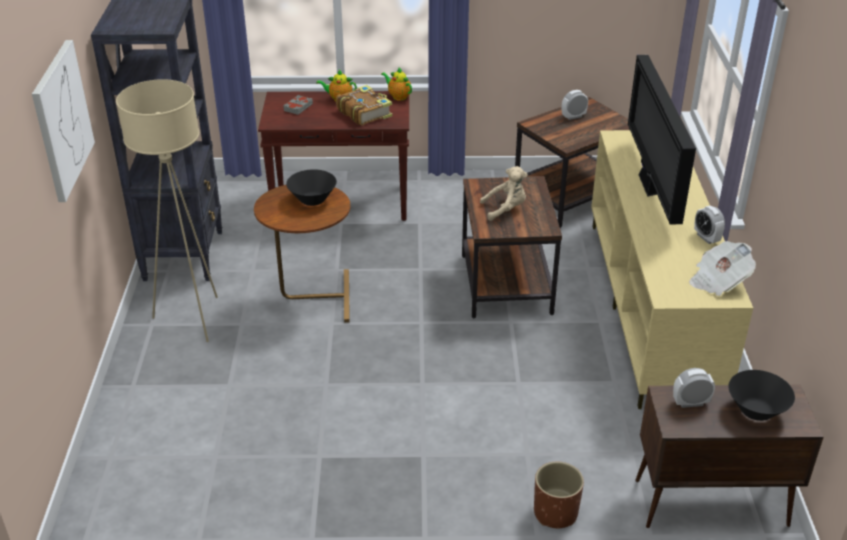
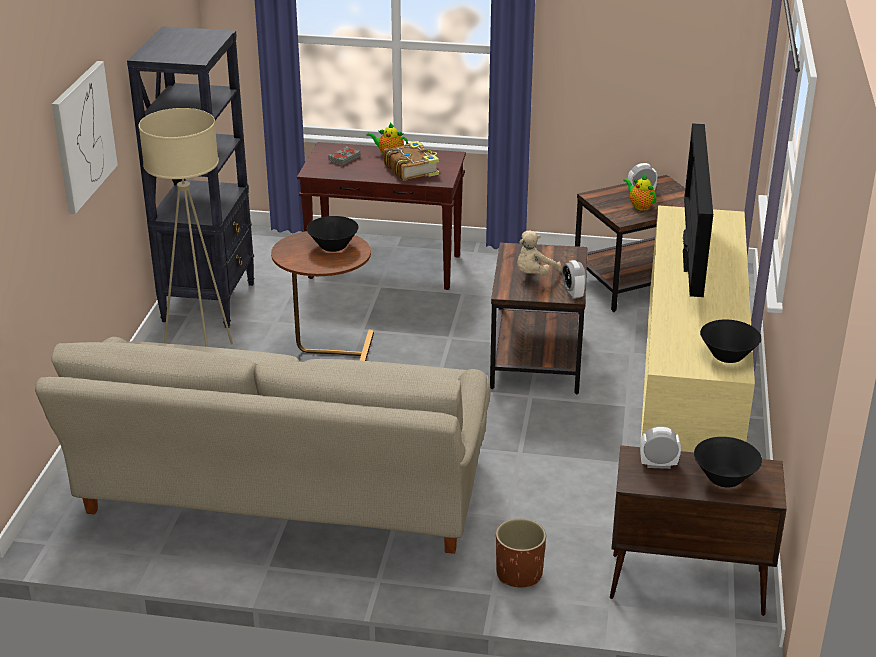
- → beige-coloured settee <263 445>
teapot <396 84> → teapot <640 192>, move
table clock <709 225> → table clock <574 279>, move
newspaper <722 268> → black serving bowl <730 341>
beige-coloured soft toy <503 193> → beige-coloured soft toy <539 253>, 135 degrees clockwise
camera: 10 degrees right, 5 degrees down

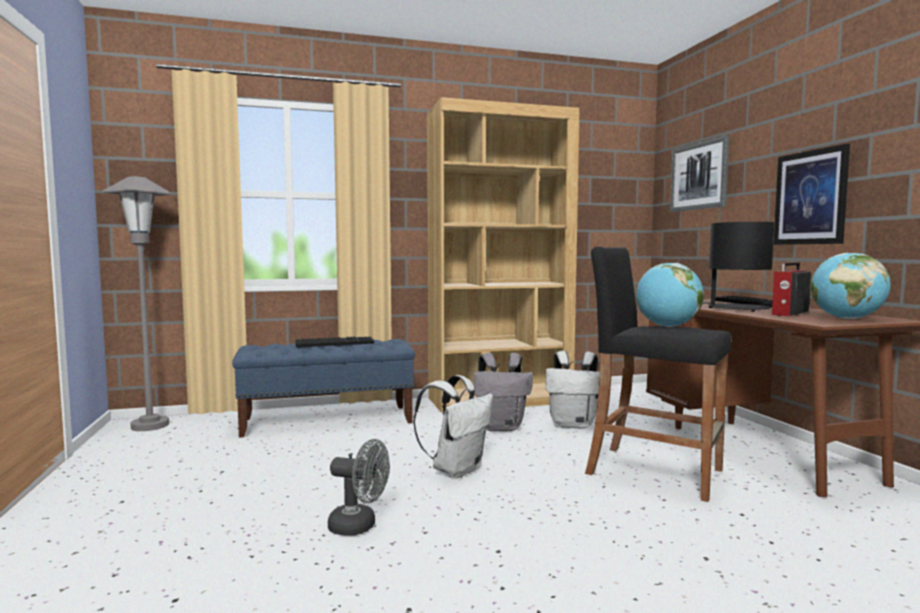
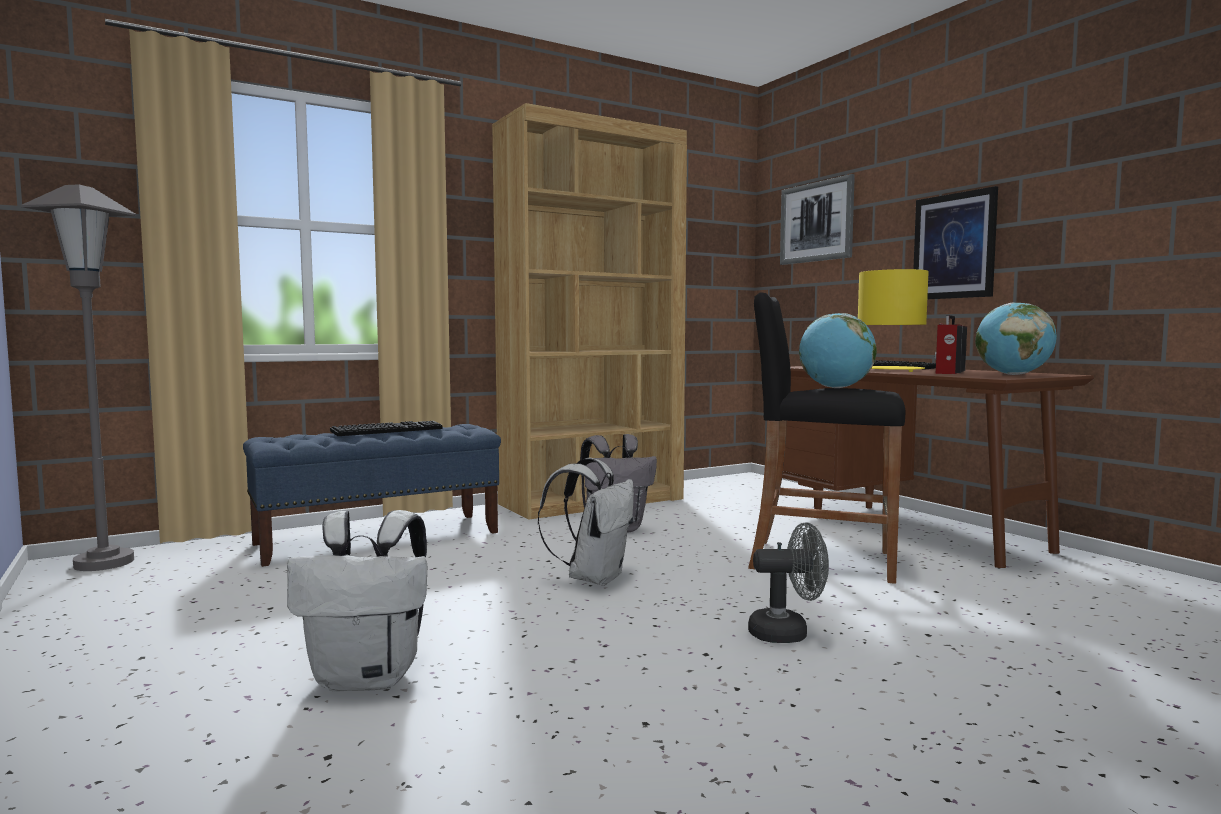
greyish fan <359 487> → greyish fan <788 582>, move
whitish knapsack <572 390> → whitish knapsack <357 601>, move
black lamp for a table <738 267> → yellow-coloured lamp for a table <893 320>
camera: 15 degrees left, 0 degrees up

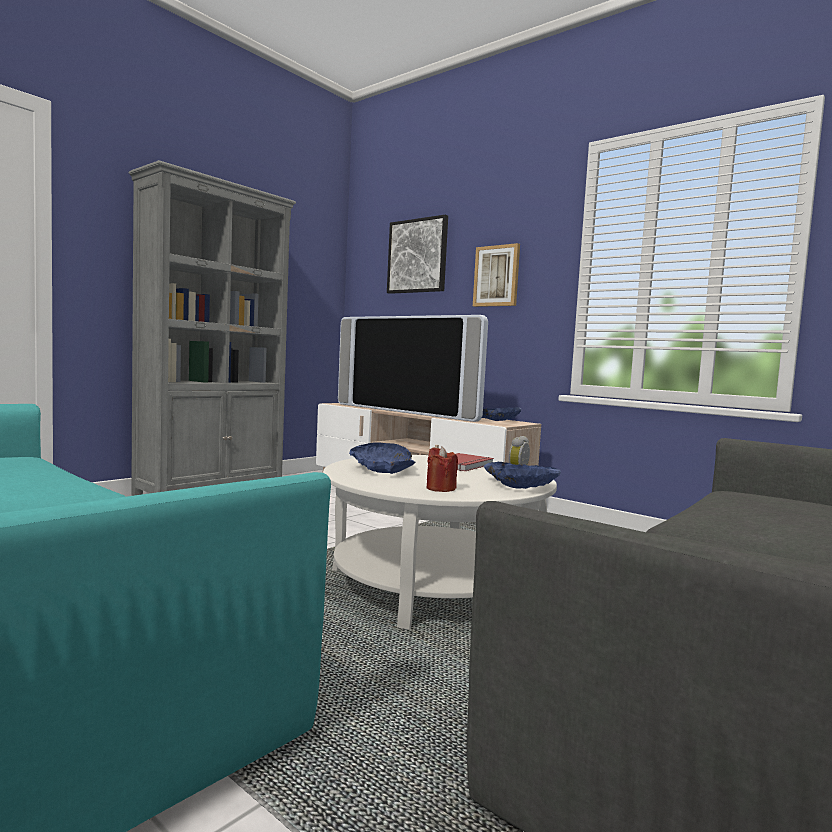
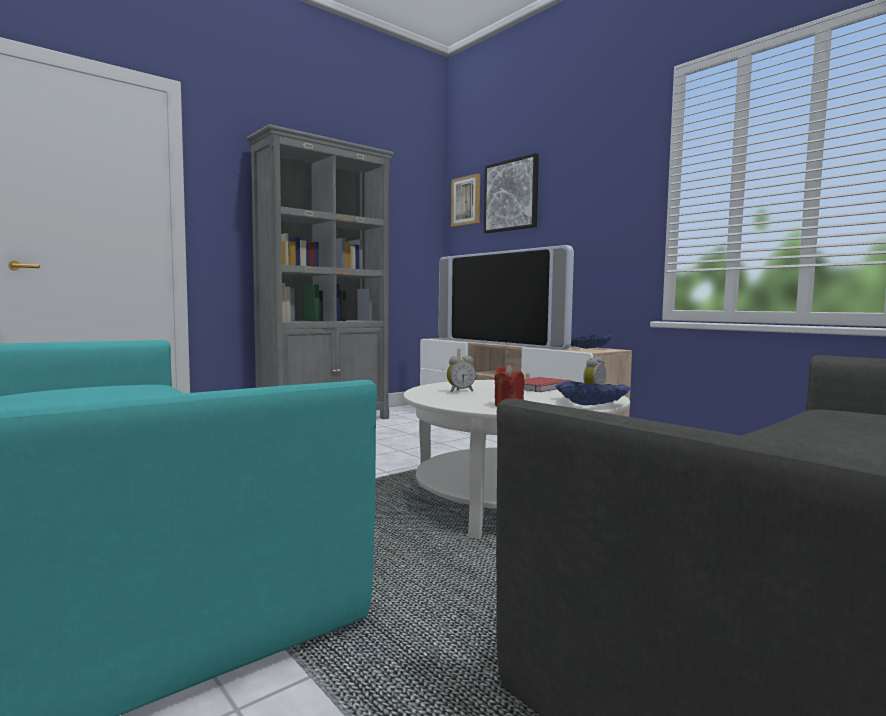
picture <496 275> → picture <465 200>, move
blue serving bowl <382 458> → table clock <461 374>
camera: 10 degrees right, 0 degrees up

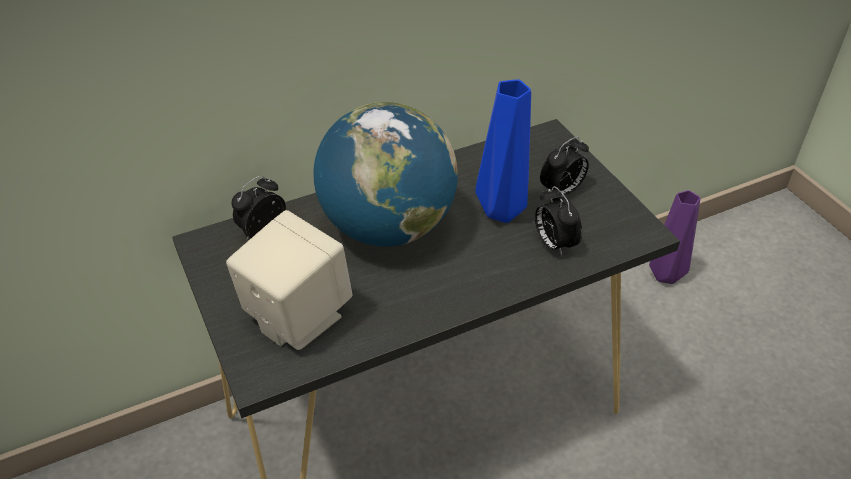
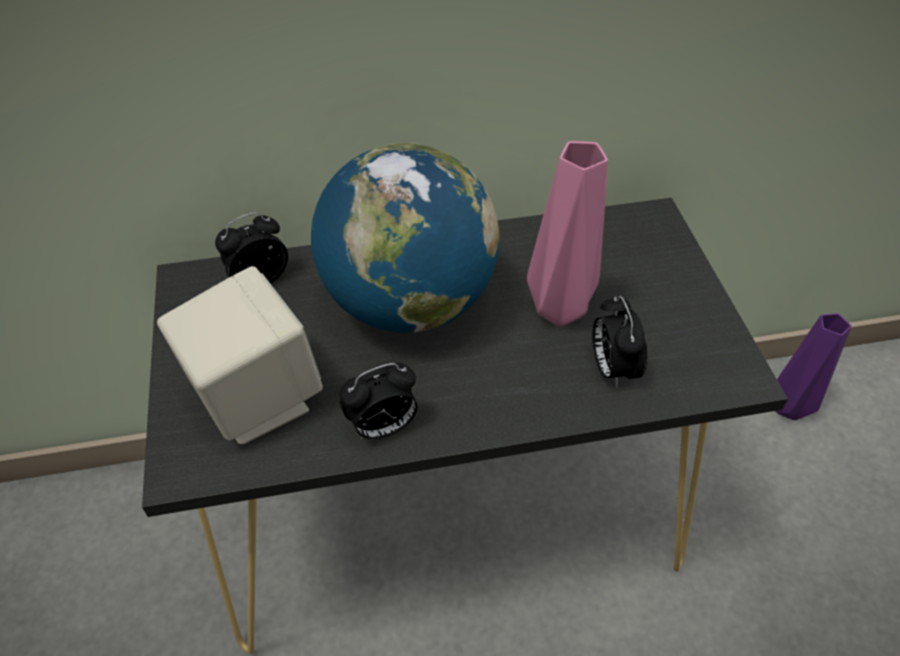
table clock <564 165> → table clock <378 400>, move
blue vase <503 151> → pink-coloured vase <567 233>
camera: 15 degrees right, 5 degrees up

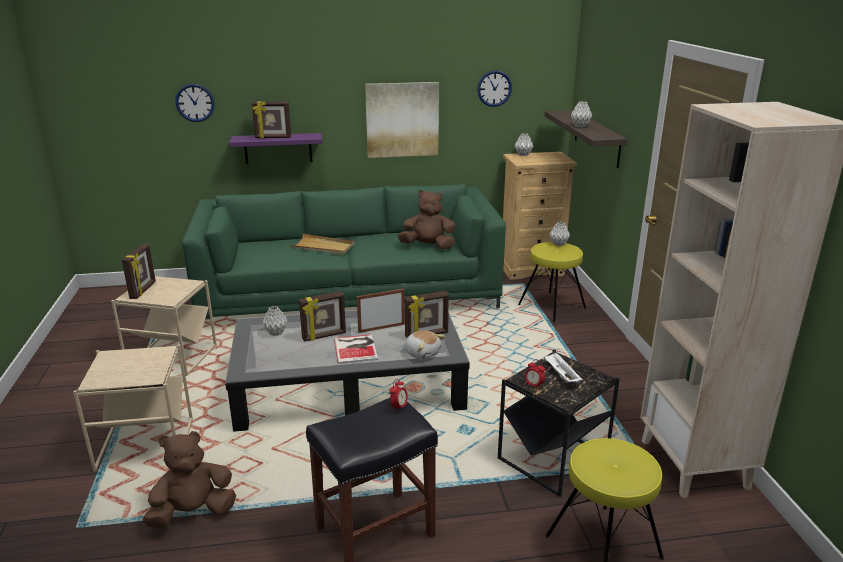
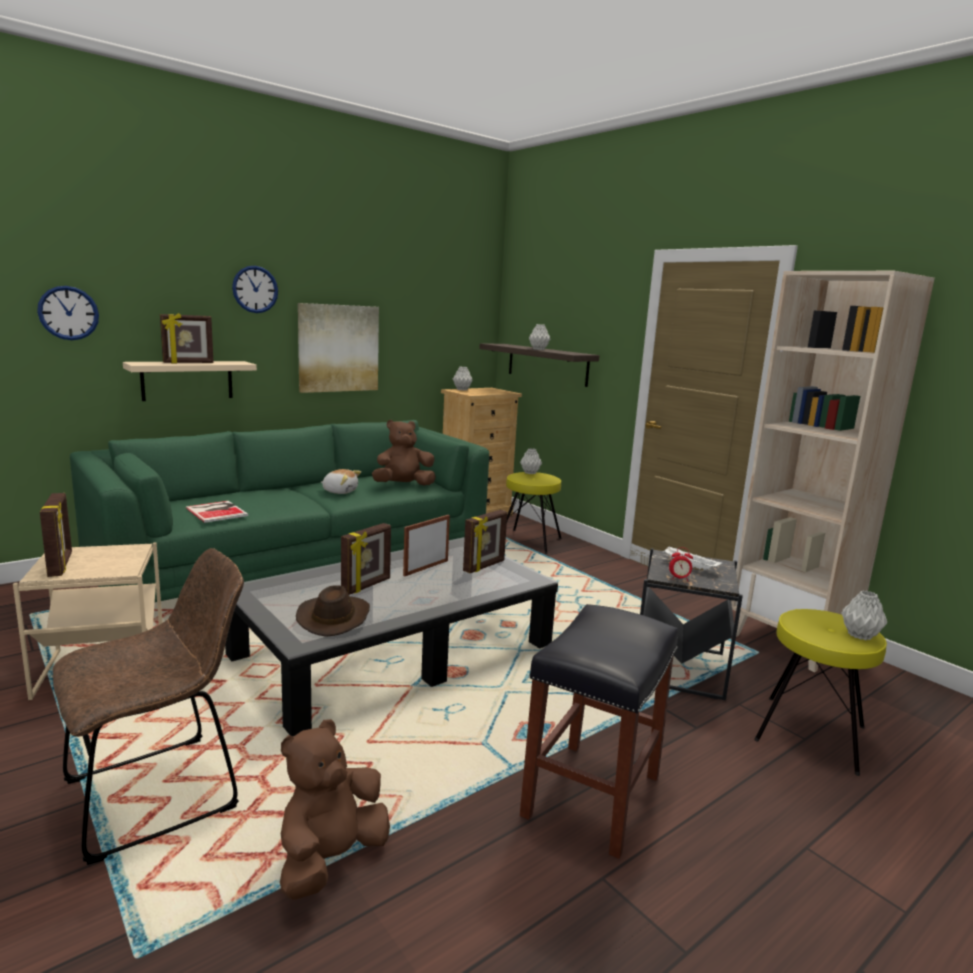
beige-coloured tray <322 244> → -
table clock <399 393> → -
- → brown clothing hat <333 611>
greyish vase <275 321> → greyish vase <864 615>, move
volume <356 349> → volume <217 512>, move
soft toy <424 345> → soft toy <341 481>, move
wall clock <494 88> → wall clock <255 289>, move
beige-coloured accent table <133 408> → brown chair <148 706>
purple-coloured shelf <275 148> → beige-coloured shelf <190 381>
camera: 30 degrees left, 10 degrees down

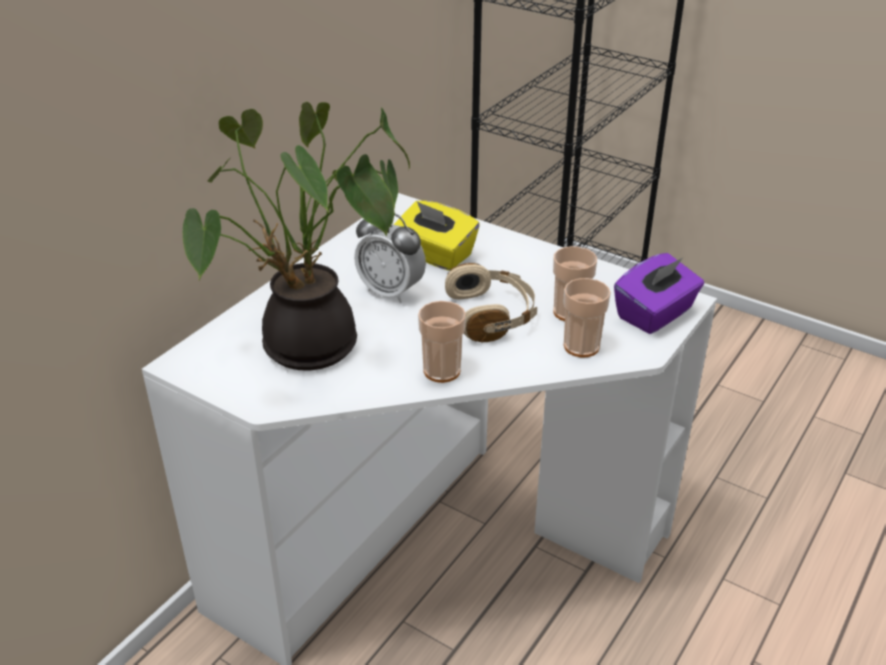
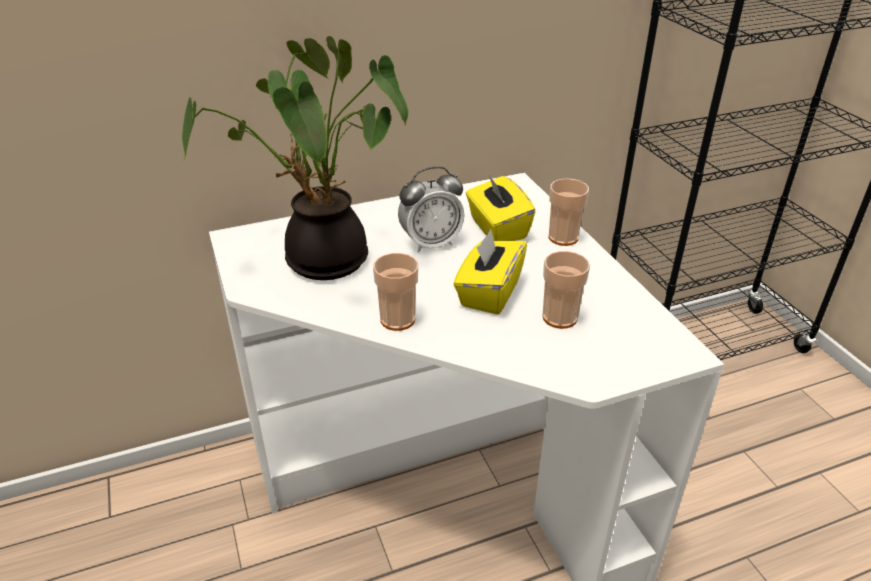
purple-coloured tissue holder <659 293> → -
drinking cup <587 317> → drinking cup <569 212>, move
beige-coloured headset <491 302> → yellow-coloured tissue holder <490 272>
table clock <390 258> → table clock <431 209>, 90 degrees counterclockwise
camera: 35 degrees right, 0 degrees up

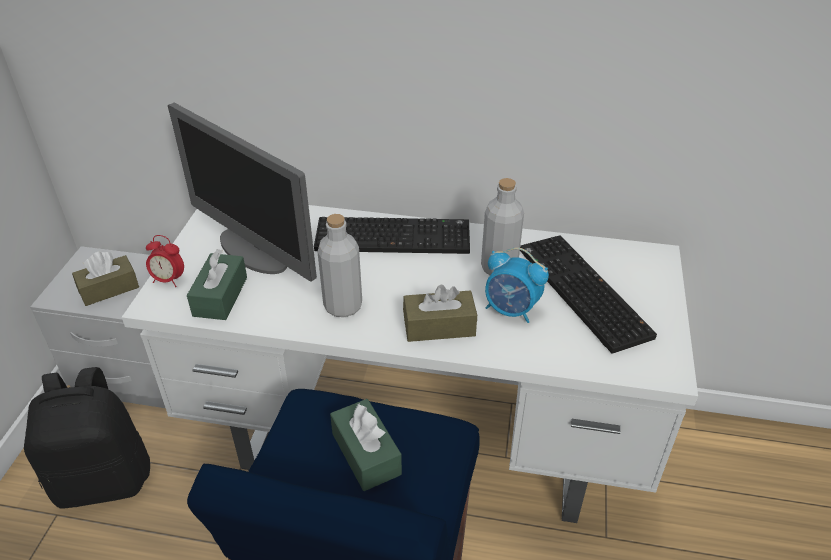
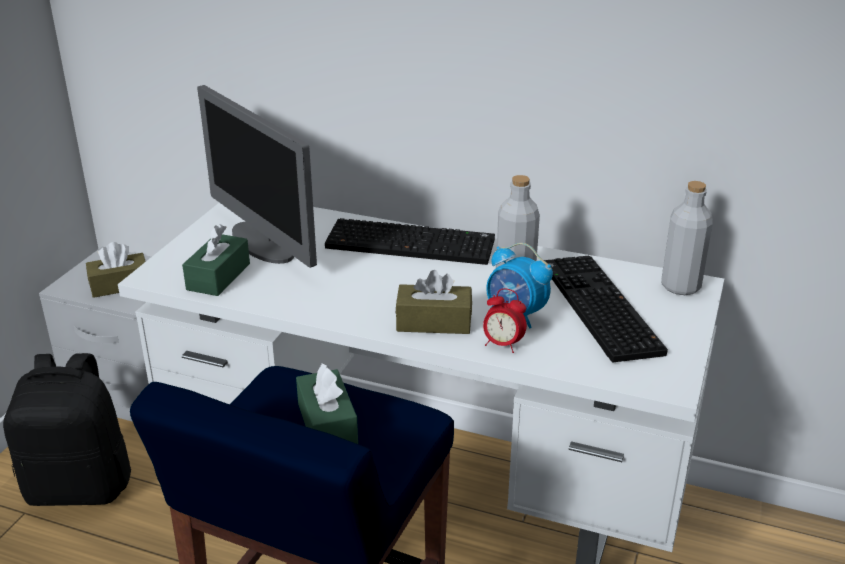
table clock <165 261> → table clock <505 320>, move
greyish bottle <339 265> → greyish bottle <687 238>, move
camera: 10 degrees right, 10 degrees down

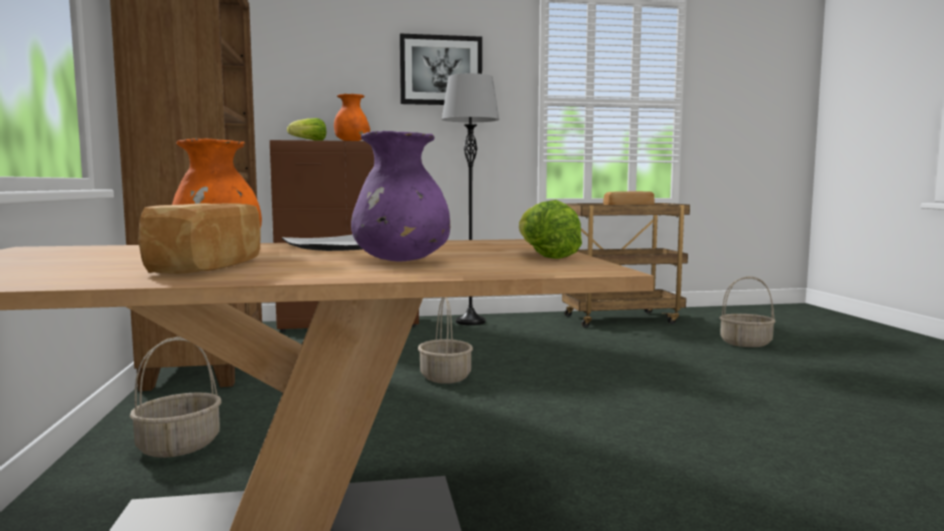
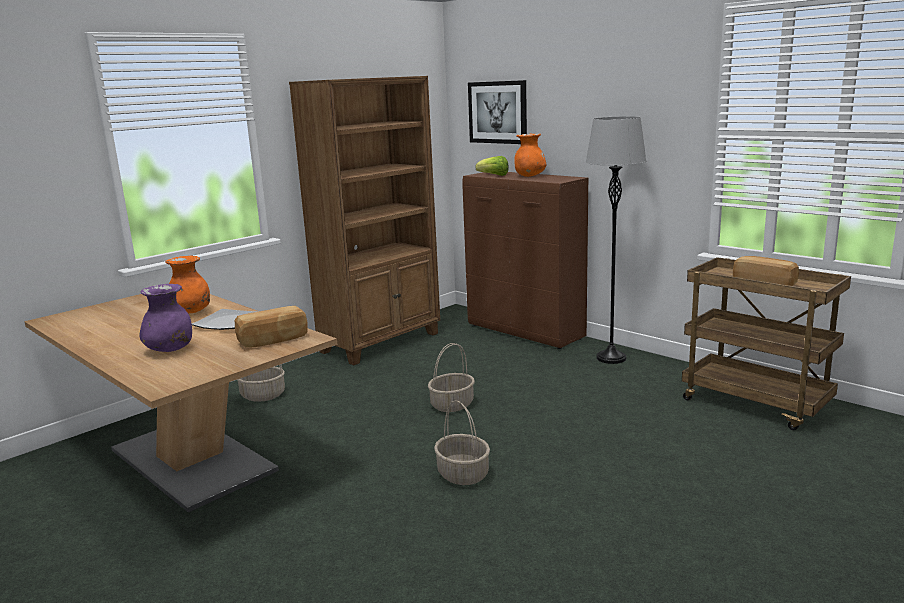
lettuce head <550 229> → -
bread <199 238> → bread <271 327>, move
picture <441 69> → picture <497 112>, move
basket <747 311> → basket <462 443>, move
camera: 55 degrees right, 10 degrees up

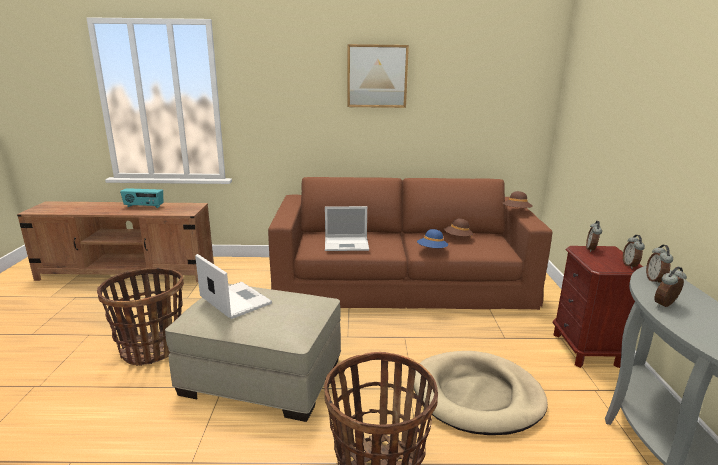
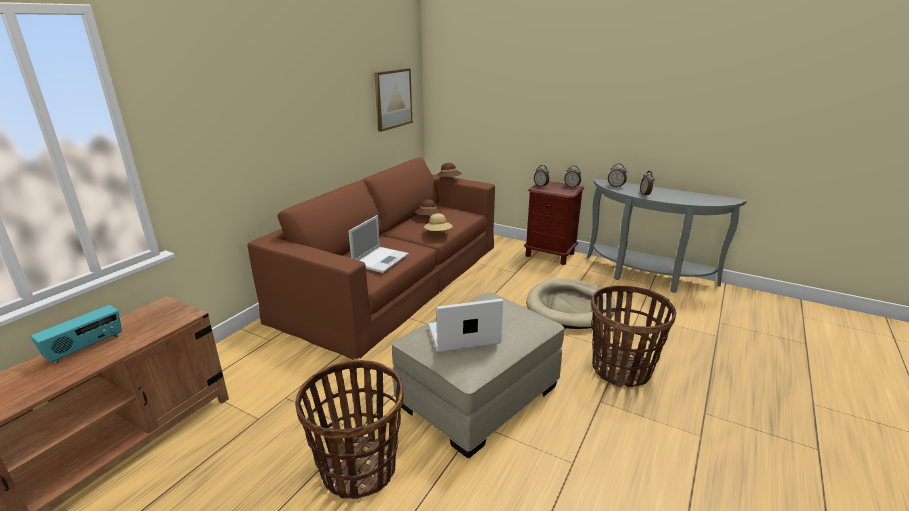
picture <378 76> → picture <393 100>, move
blue clothing hat <432 238> → beige-coloured clothing hat <438 222>
camera: 60 degrees left, 5 degrees up

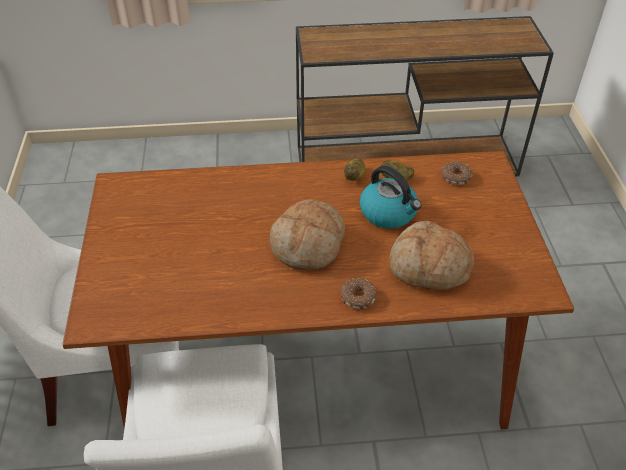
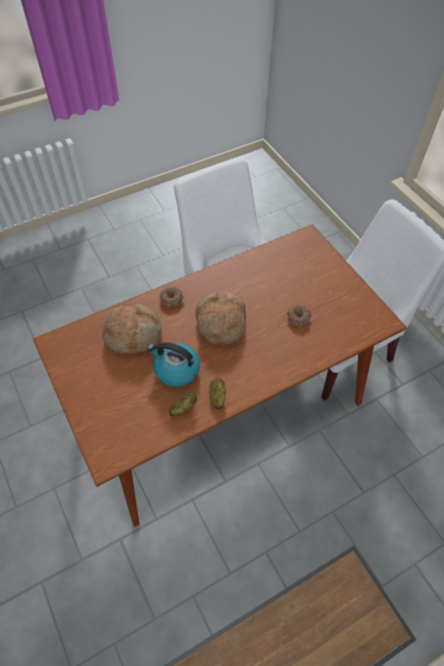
donut <456 173> → donut <299 315>, move
camera: 155 degrees right, 10 degrees up

